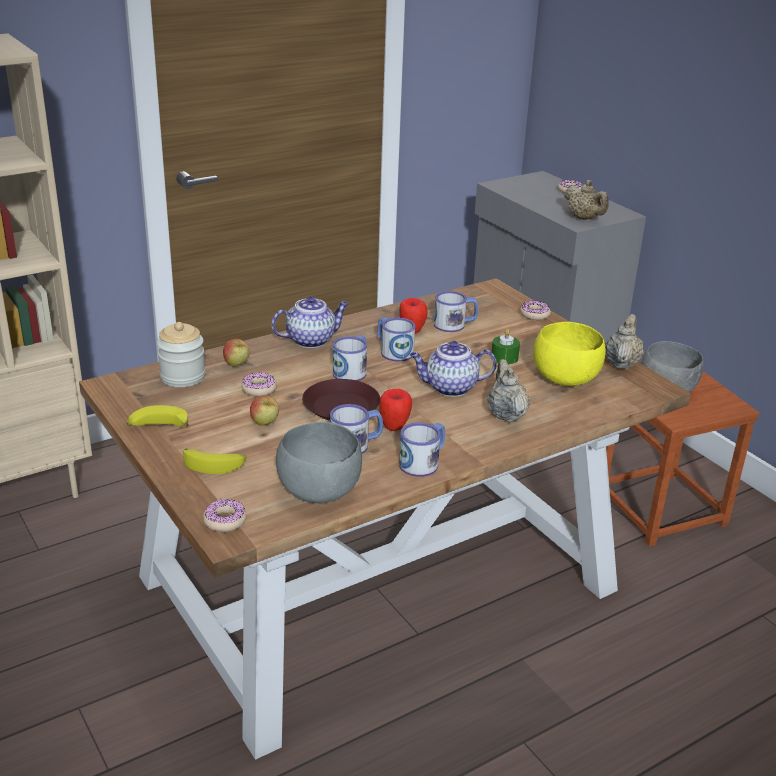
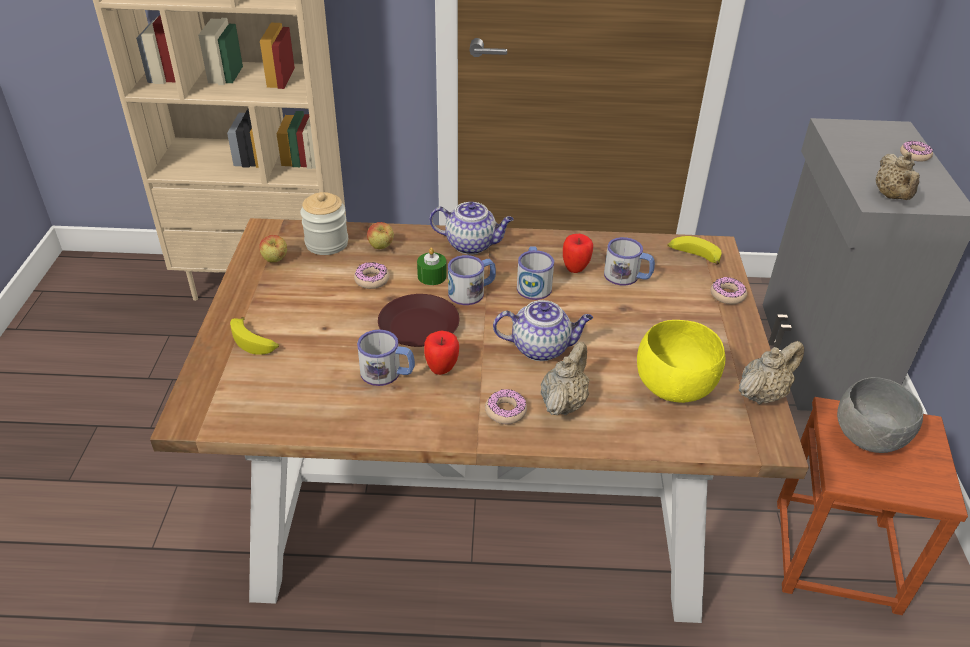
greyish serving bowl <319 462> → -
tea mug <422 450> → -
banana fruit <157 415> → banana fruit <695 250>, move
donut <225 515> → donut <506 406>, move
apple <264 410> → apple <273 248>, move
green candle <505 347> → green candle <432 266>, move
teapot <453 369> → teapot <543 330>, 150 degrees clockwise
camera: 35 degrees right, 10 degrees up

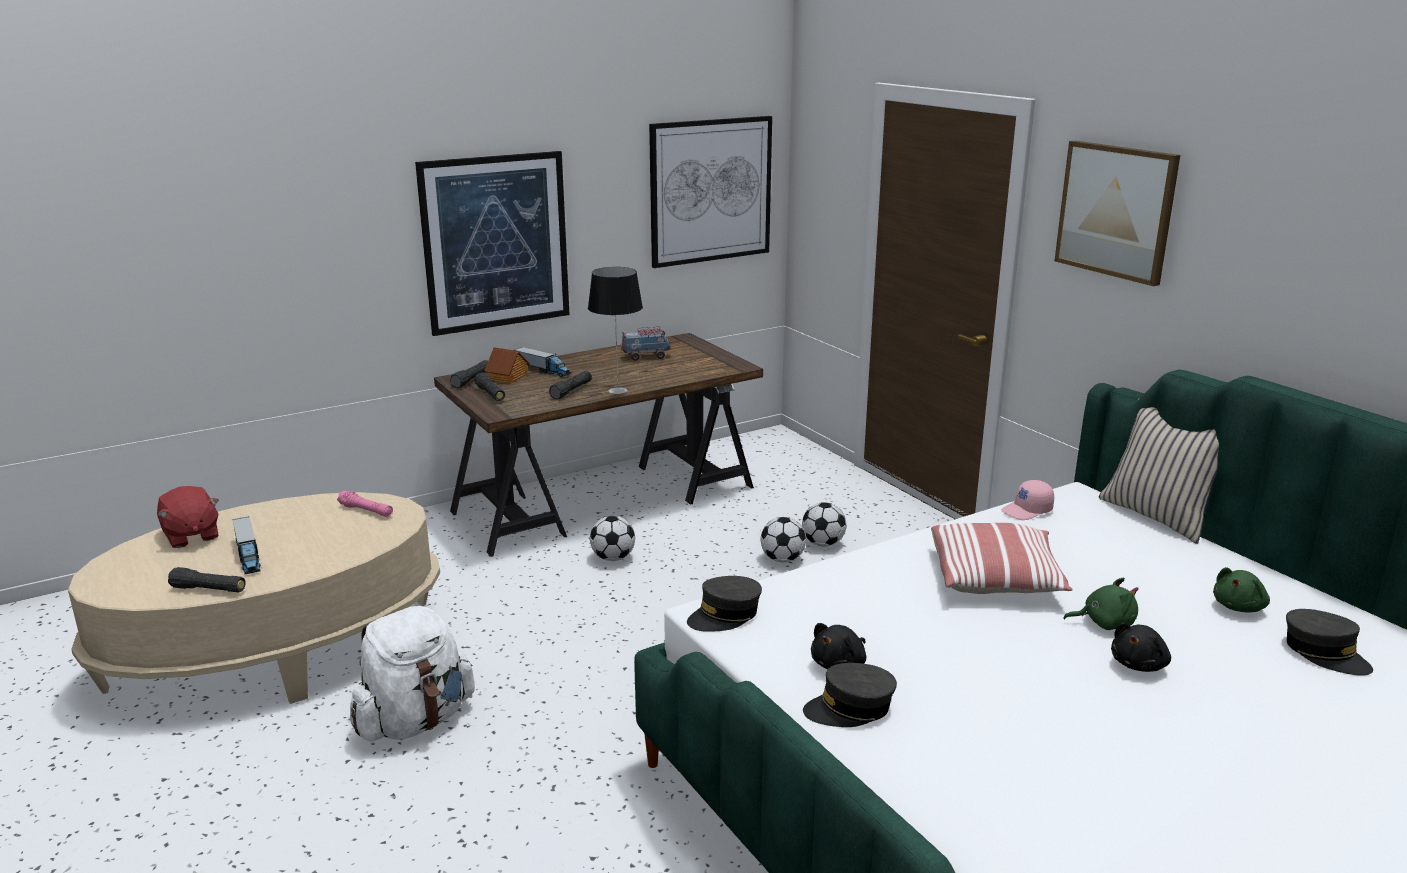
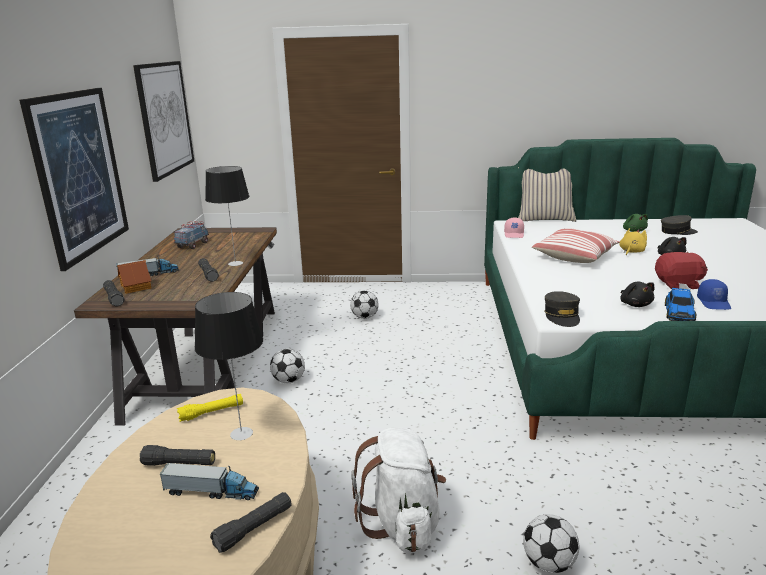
picture <1117 213> → -
- → lamp for a table <229 366>
- → blue baseball cap <714 294>
red soft toy <188 517> → red soft toy <681 271>, move
black hand torch <489 386> → black hand torch <177 455>, move
ball for football <783 539> → ball for football <551 543>, move
greyish baseball cap <850 695> → miniature car <680 304>
pink-coloured hand torch <365 503> → yellow-coloured hand torch <210 408>
green soft toy <1101 604> → yellow-coloured soft toy <633 241>
camera: 55 degrees left, 0 degrees up

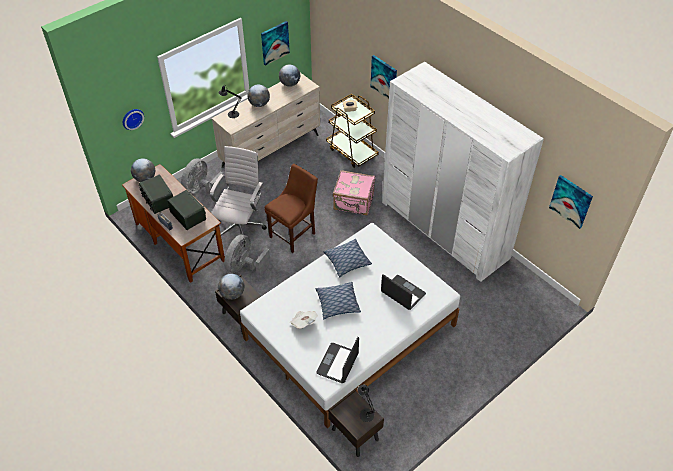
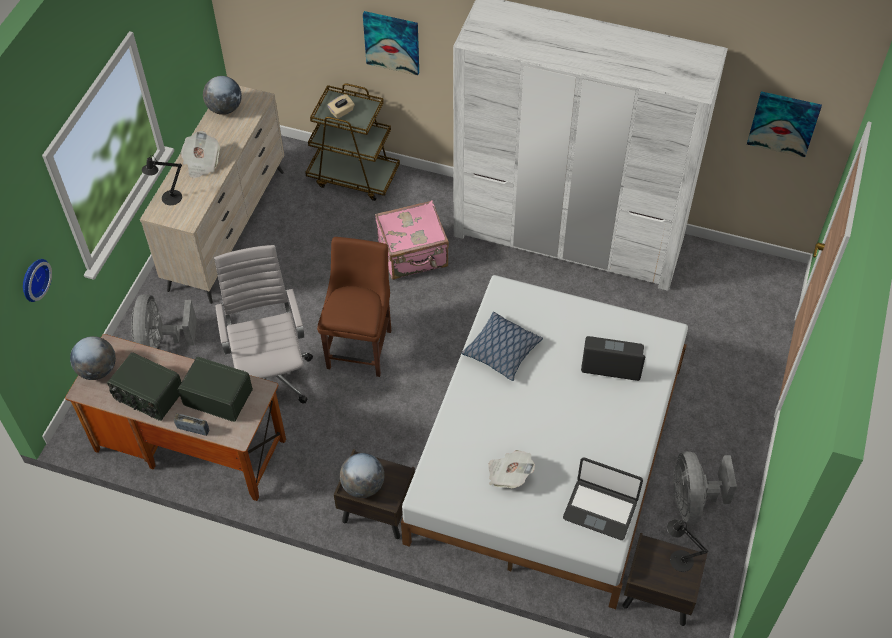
picture <275 43> → -
throw pillow <338 301> → -
greyish fan <247 255> → greyish fan <705 487>, move
world globe <258 95> → newspaper <200 154>
laptop <337 360> → laptop <603 498>, 60 degrees counterclockwise
camera: 30 degrees left, 5 degrees up

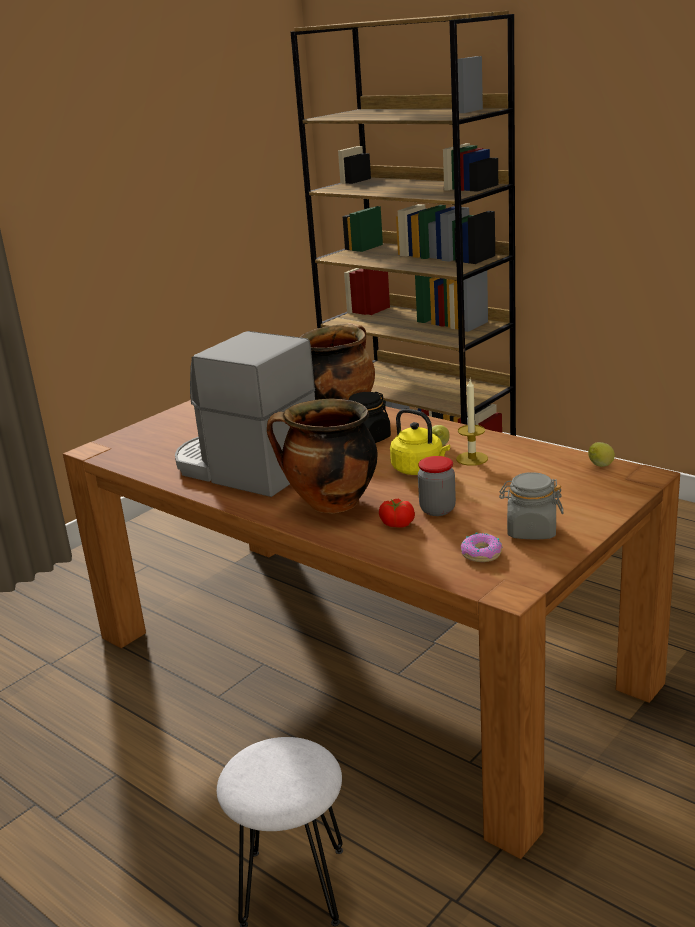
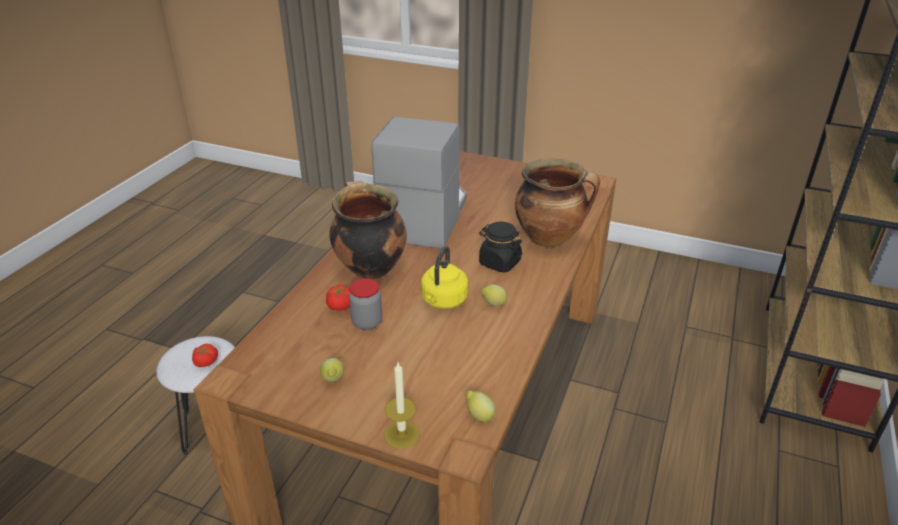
donut <481 547> → -
- → fresh tomato <205 355>
candle <472 422> → candle <402 406>, move
greyish preserve jar <531 505> → citrus fruit <332 370>
camera: 70 degrees right, 10 degrees up

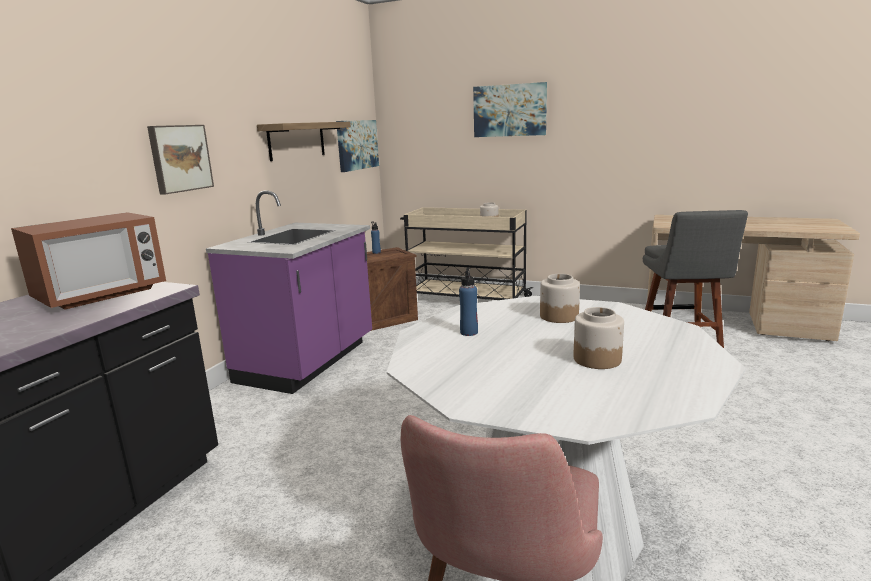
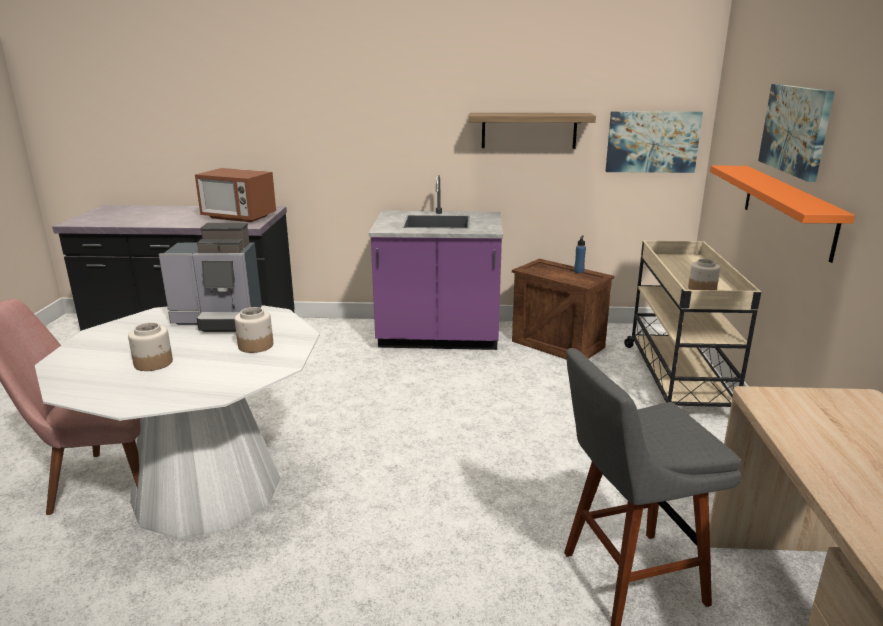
picture <180 159> → -
- → orange-coloured shelf <782 214>
blue bottle <468 301> → coffee machine <210 277>
camera: 70 degrees right, 5 degrees up

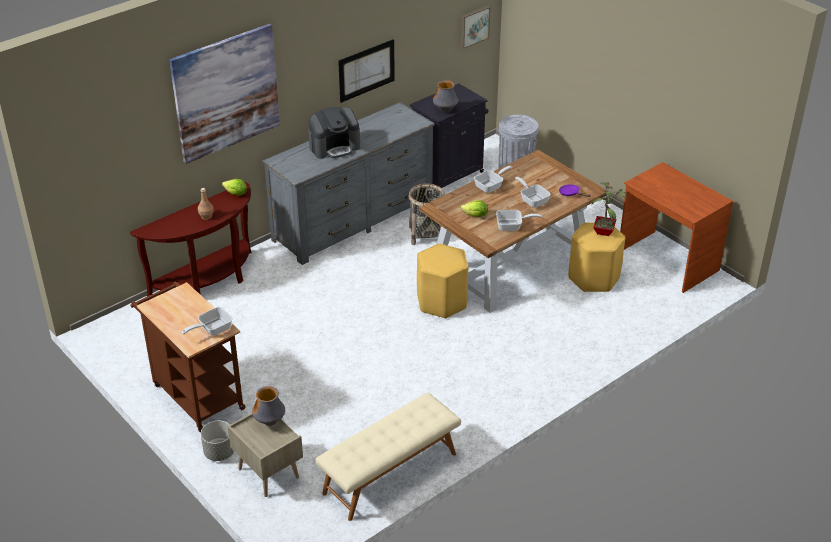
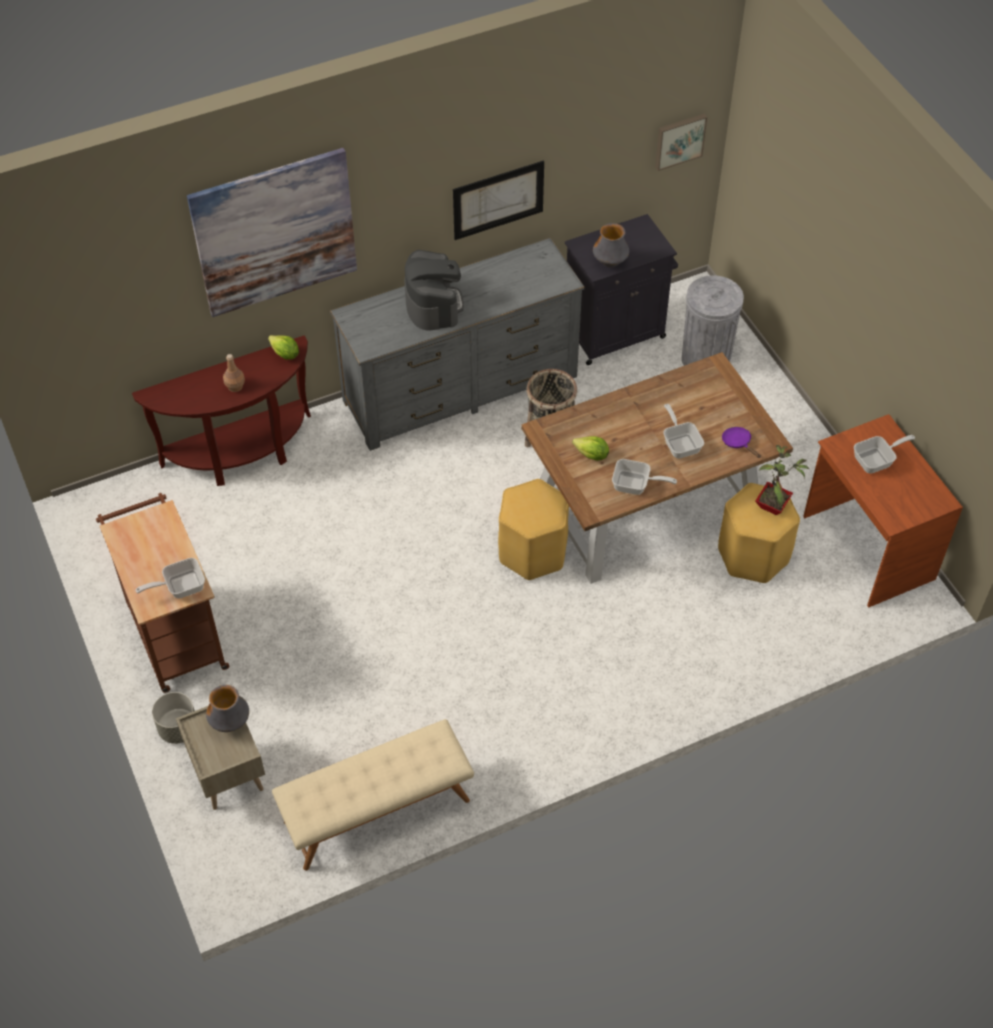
skillet <493 179> → skillet <884 454>, move
coffee machine <334 133> → coffee machine <434 290>, 90 degrees counterclockwise
camera: 15 degrees right, 15 degrees up

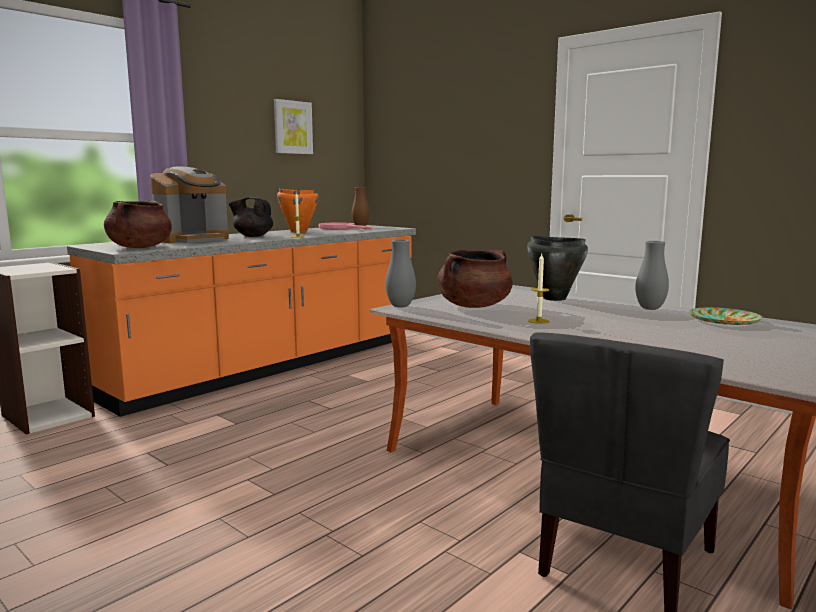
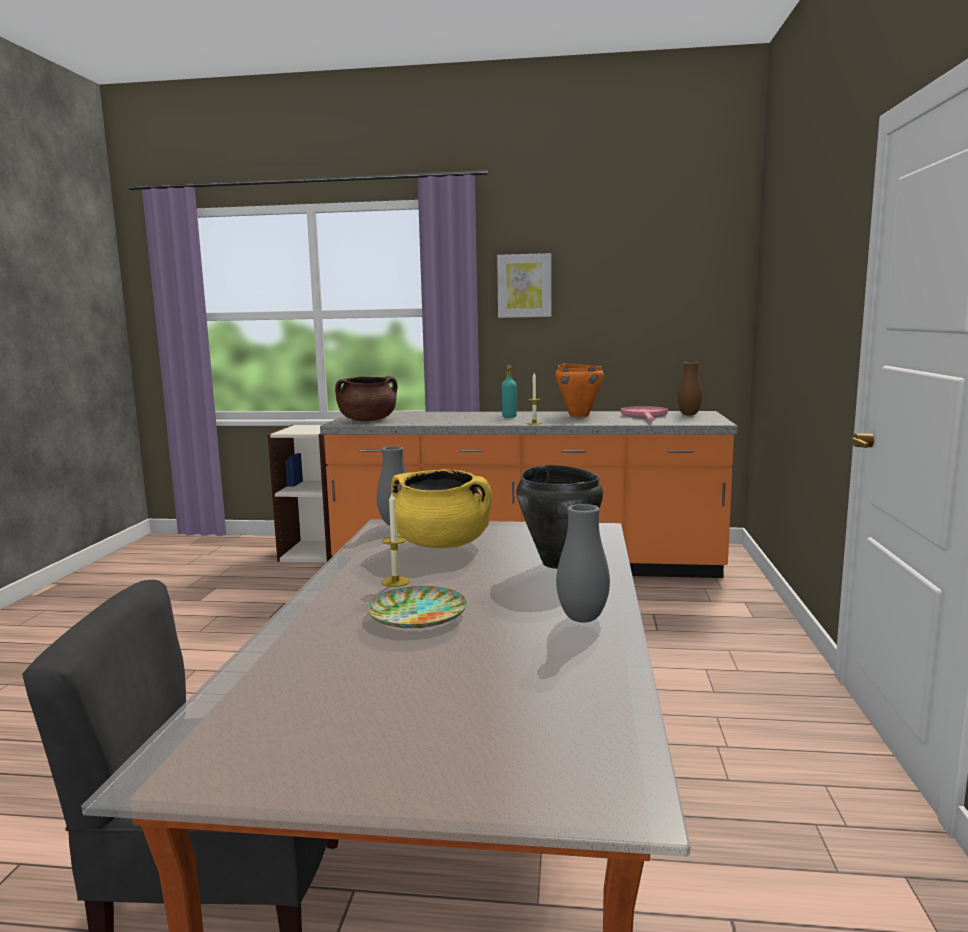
coffee machine <189 205> → -
picture <293 126> → picture <524 285>, move
dinner plate <725 316> → dinner plate <417 607>, move
black teapot <250 217> → blue-green bottle <509 391>
brown cooking pot <475 278> → yellow-coloured cooking pot <441 508>
camera: 55 degrees right, 0 degrees up

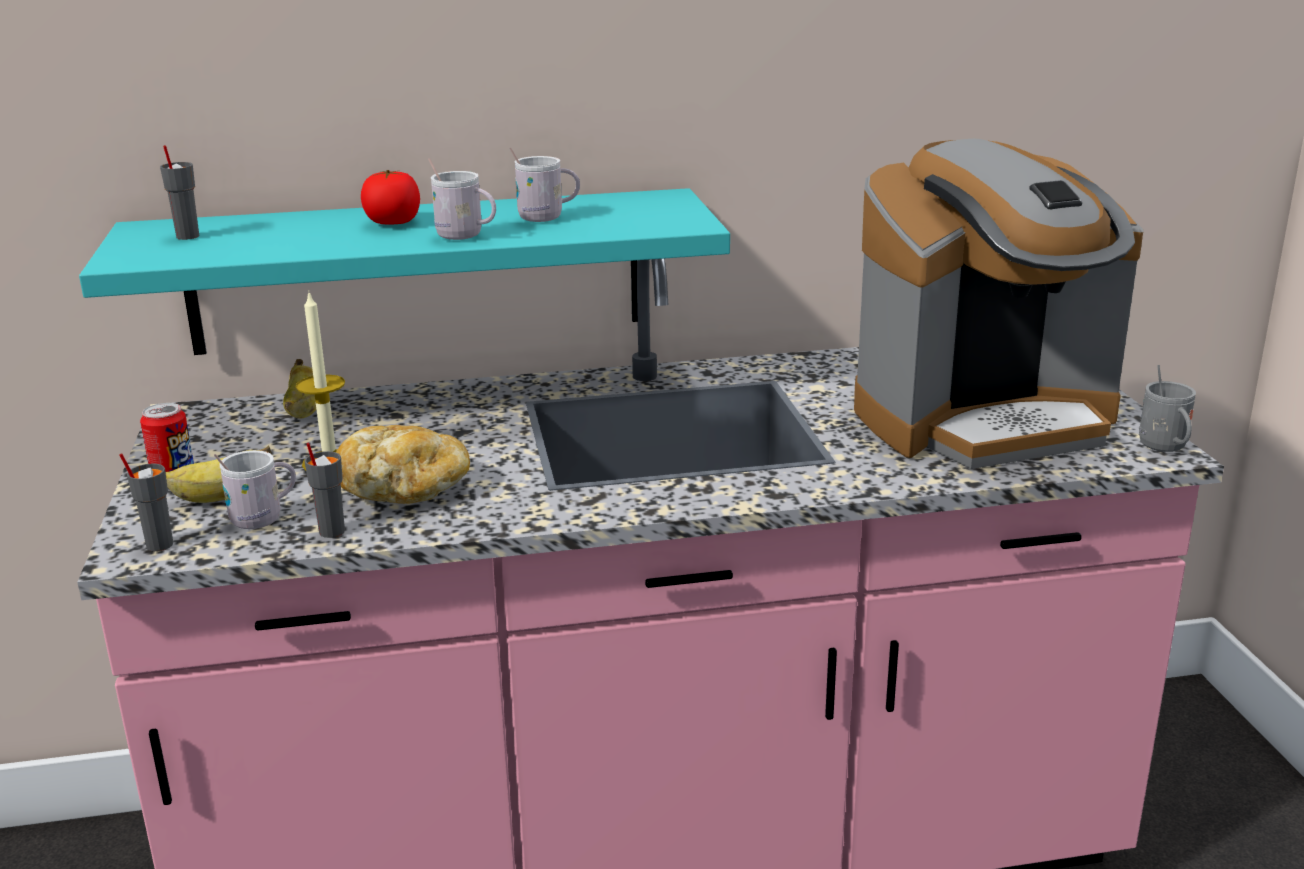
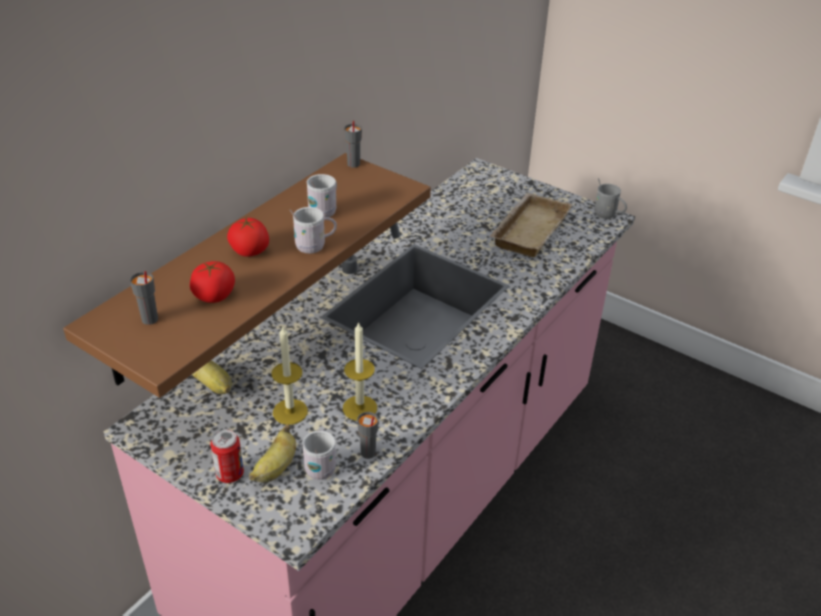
- → fresh tomato <212 282>
greyish drinking cup <146 502> → greyish drinking cup <353 144>, move
bread <403 464> → candle <360 371>
coffee machine <998 304> → beige-coloured tray <531 225>
blue-green shelf <404 271> → brown shelf <247 275>
camera: 45 degrees left, 15 degrees up

